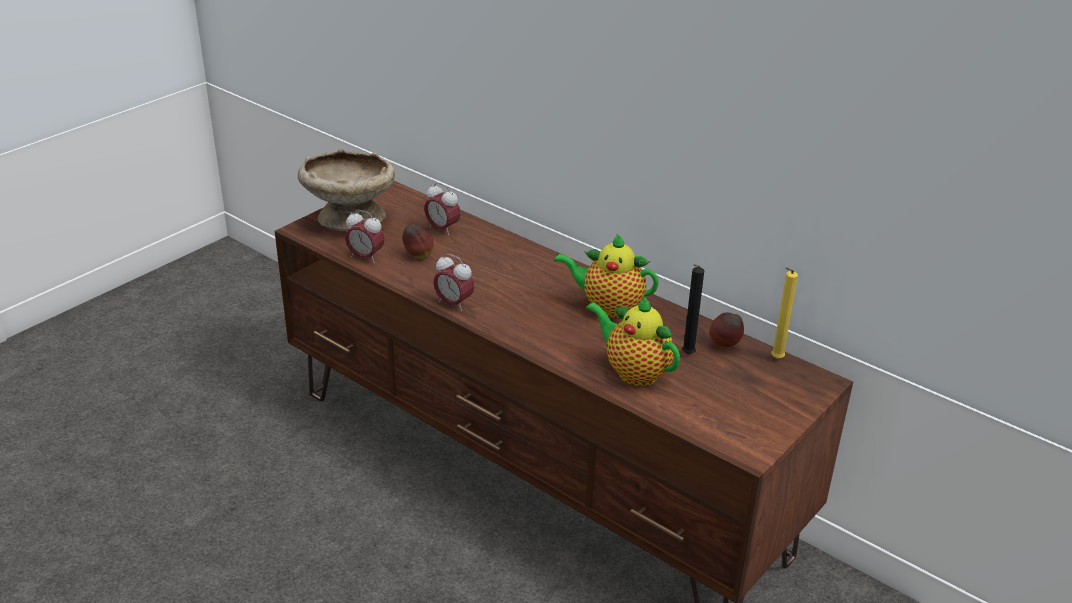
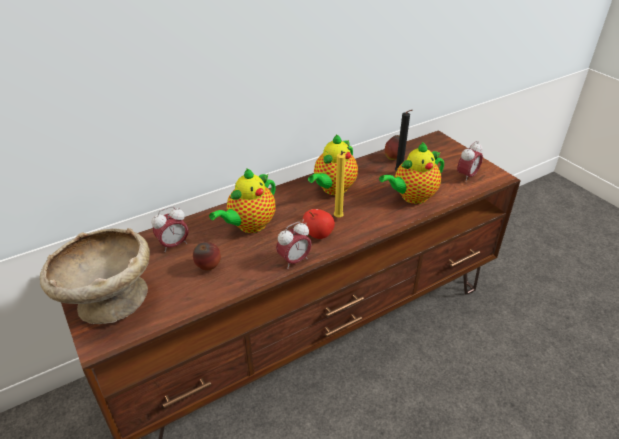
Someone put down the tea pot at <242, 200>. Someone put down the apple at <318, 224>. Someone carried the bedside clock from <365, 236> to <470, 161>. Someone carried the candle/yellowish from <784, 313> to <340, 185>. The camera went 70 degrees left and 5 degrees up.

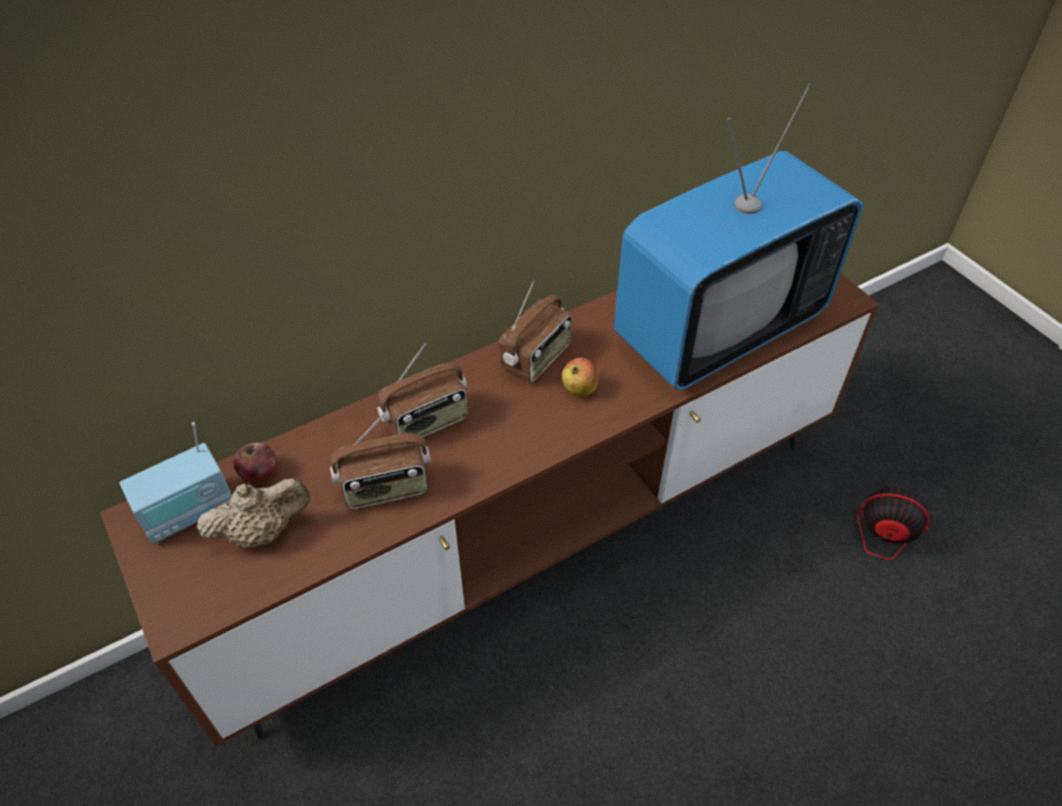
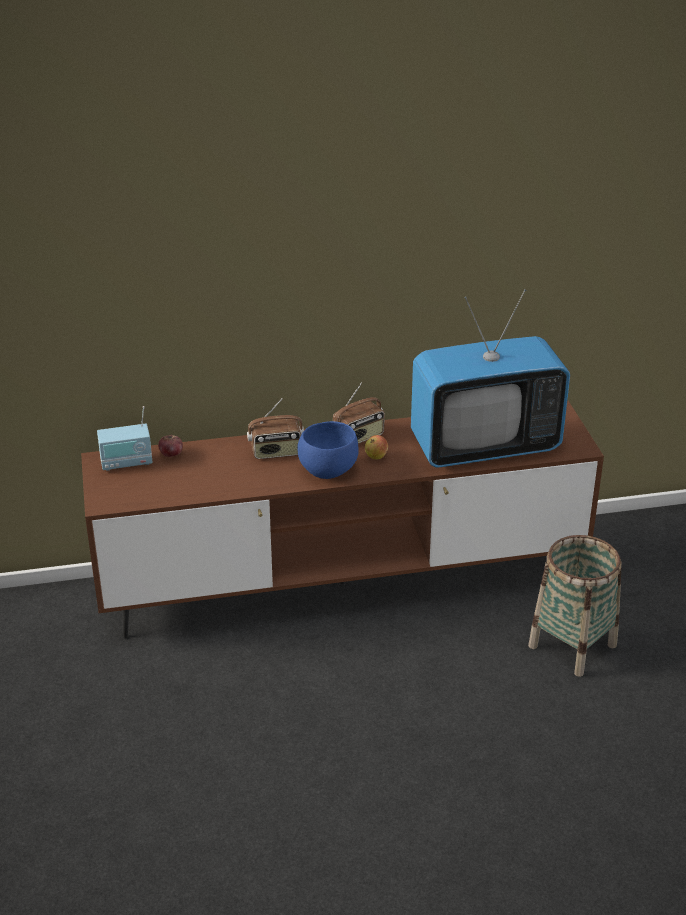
Someone took away the tea pot/sand-coloured at <253, 513>. Someone took away the radio set at <380, 460>. Someone put down the deep dish/blue at <328, 450>. Someone swapped the fan at <855, 568> for the household basket at <575, 606>. The camera went 20 degrees right and 15 degrees down.

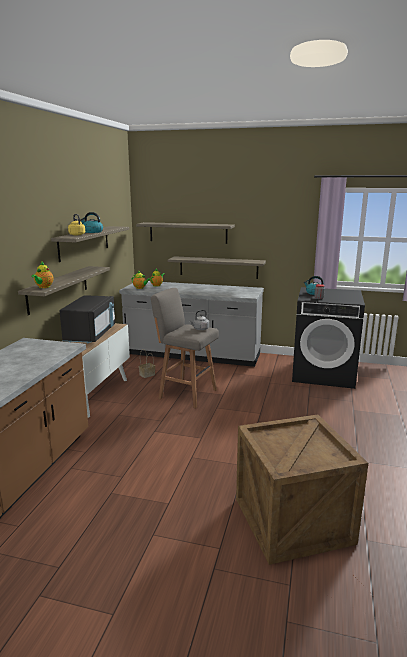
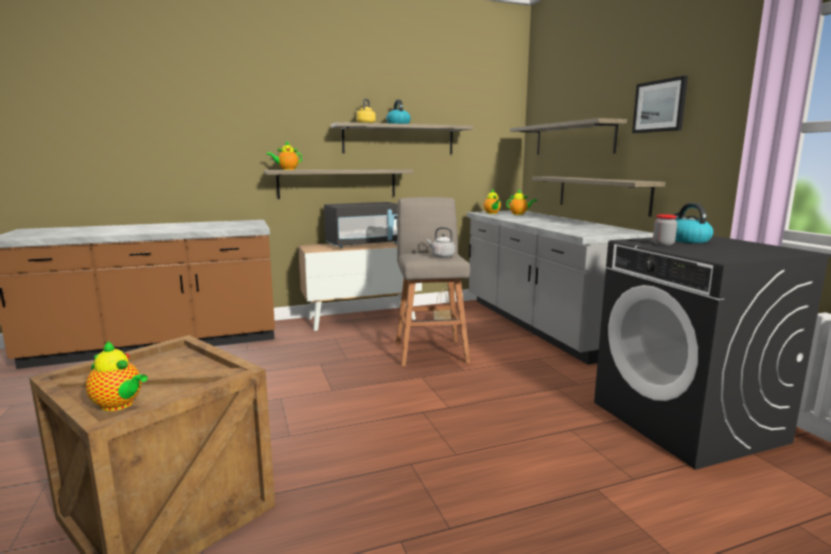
Someone put down the tea pot at <117, 376>. Someone put up the wall picture at <660, 104>. The camera went 55 degrees right and 5 degrees down.

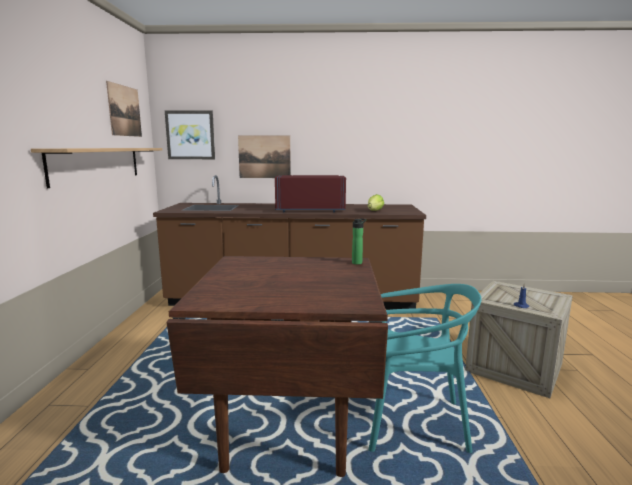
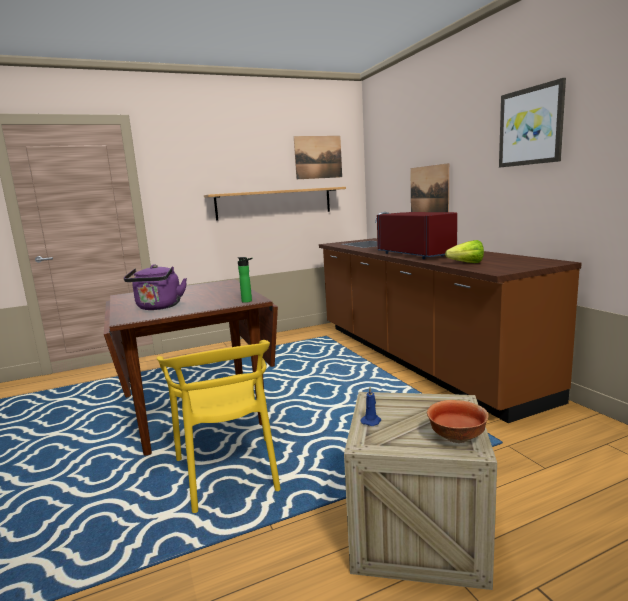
Someone put down the tea kettle/purplish at <155, 287>. Someone put down the deep dish at <458, 421>. Someone carried the wall picture from <190, 134> to <532, 123>. Someone repainted the upright chair/turquoise-coloured at <425, 368>, which became the upright chair/yellowish at <219, 426>. The camera went 65 degrees right and 0 degrees up.

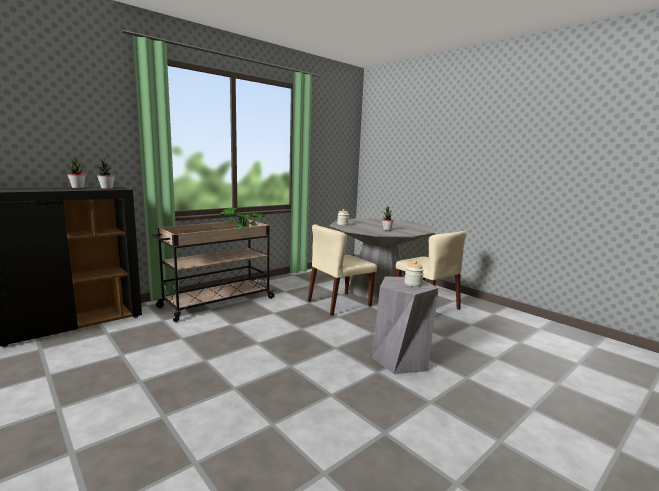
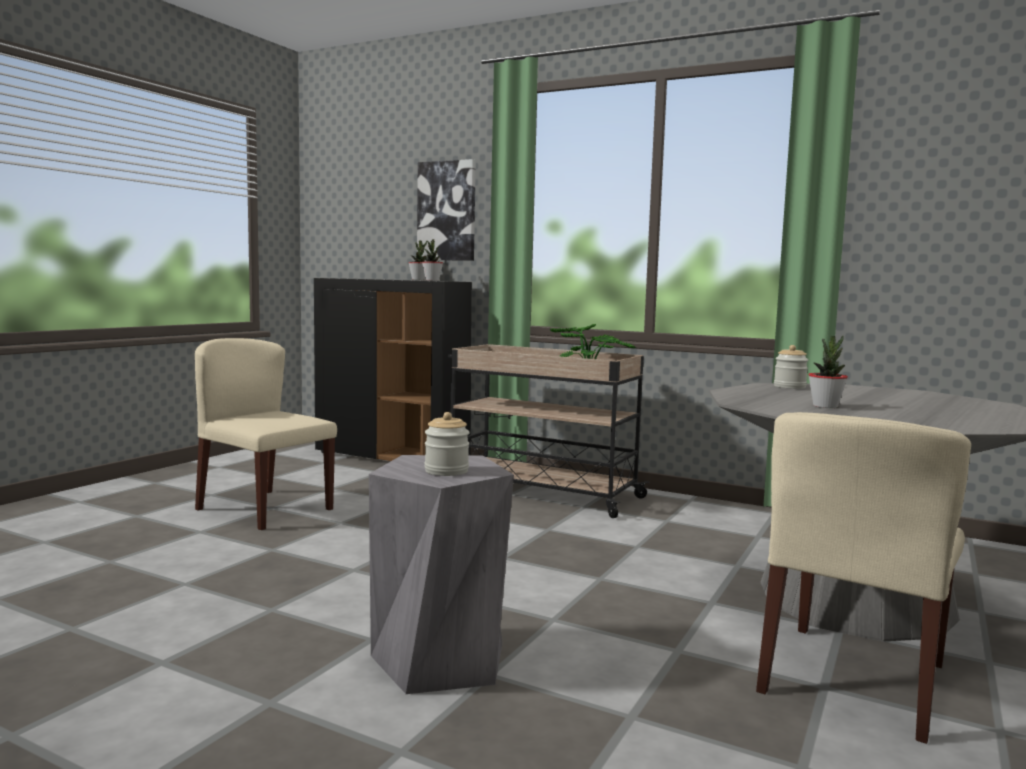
Someone put up the wall picture at <446, 210>. Someone carried the upright chair/sand-coloured from <342, 270> to <266, 434>. The camera went 70 degrees right and 5 degrees down.

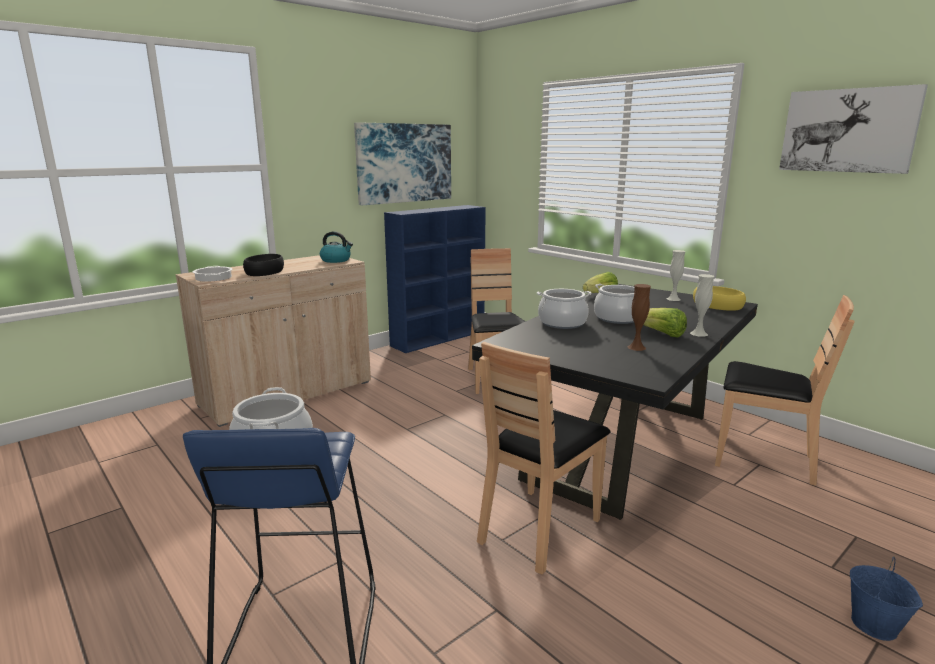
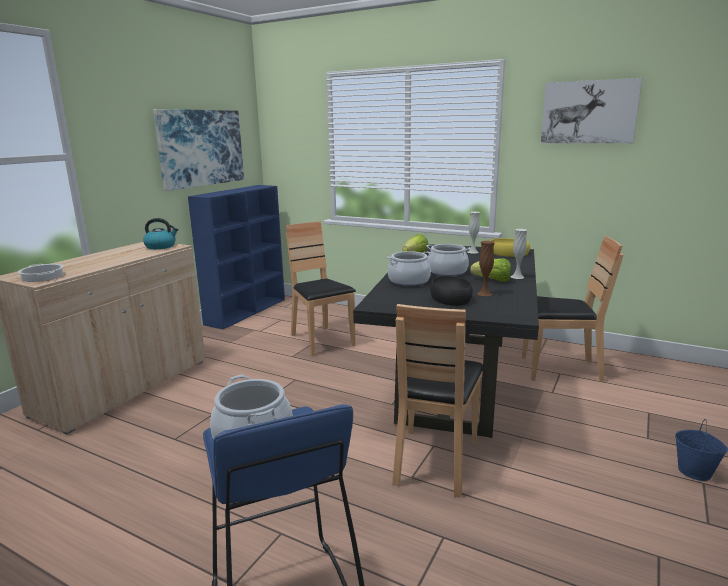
Someone carried the deep dish/black-coloured from <263, 265> to <451, 291>. The camera went 20 degrees left and 0 degrees up.

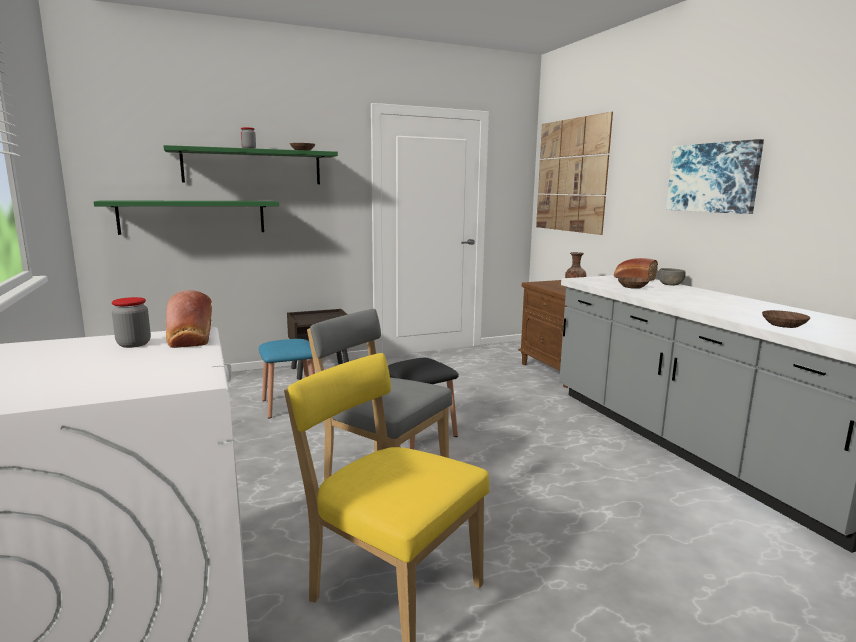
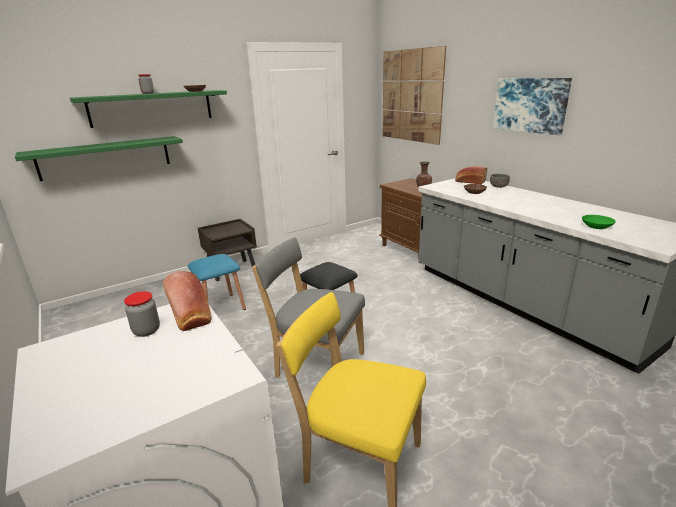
Someone repainted the deep dish/brown at <786, 319>, which became the deep dish/green-coloured at <599, 222>. The camera went 10 degrees left and 10 degrees up.

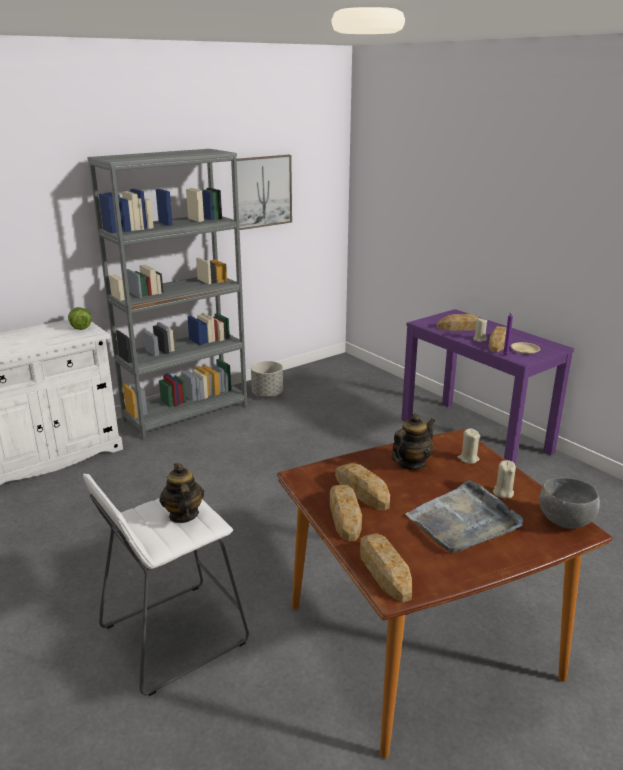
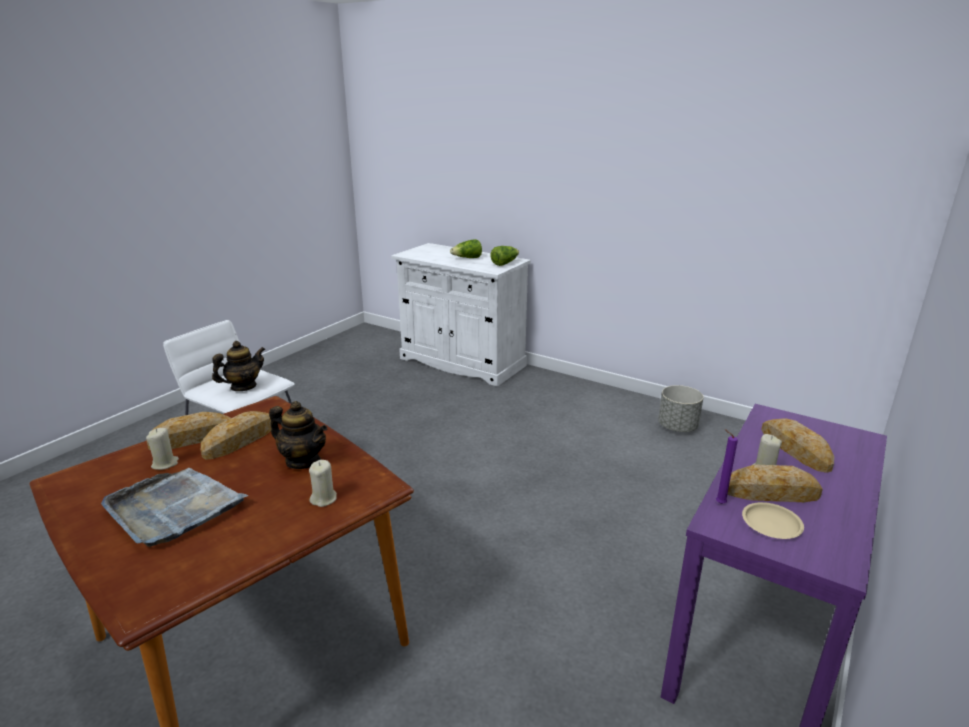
Someone took away the shelving unit/gray at <167, 294>. Someone took away the wall picture at <264, 192>. Someone took away the baked bread at <386, 568>. Someone took away the deep dish/gray at <569, 503>. Someone put down the head of lettuce at <466, 248>. Someone carried the candle/sand-coloured from <504, 479> to <162, 449>. The camera went 70 degrees right and 0 degrees up.

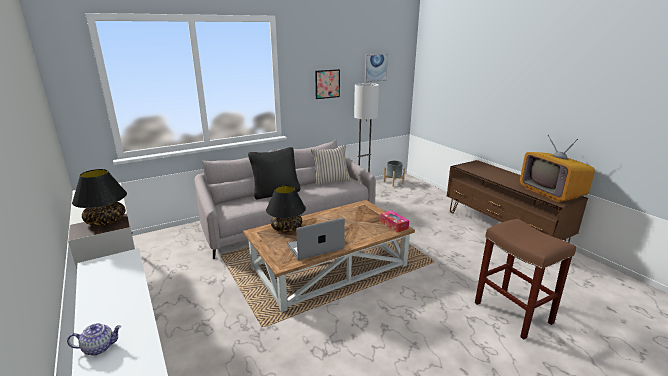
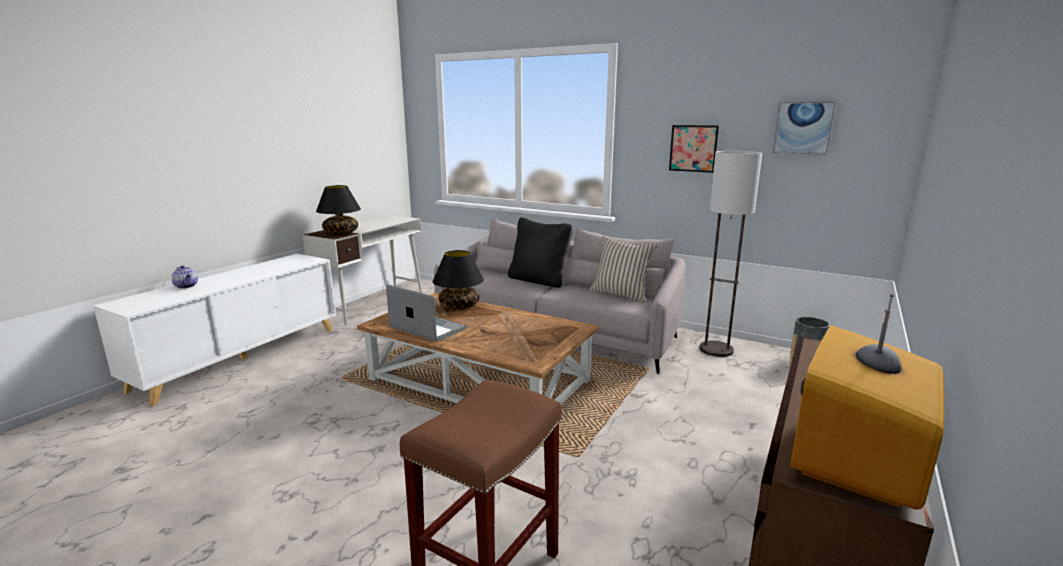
Someone took away the tissue holder at <394, 221>. The camera went 60 degrees right and 5 degrees down.

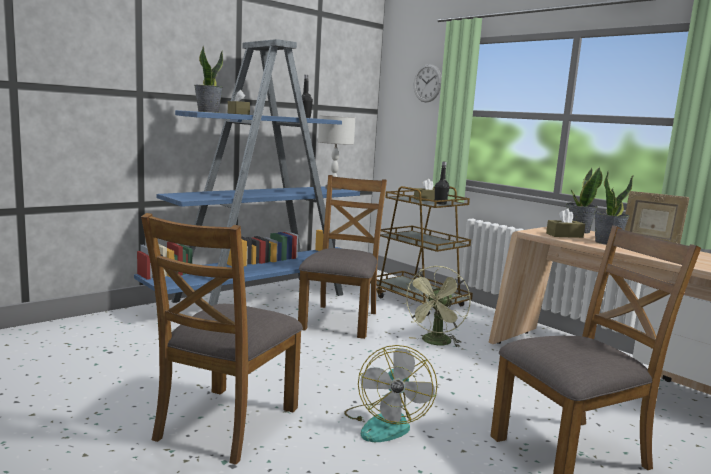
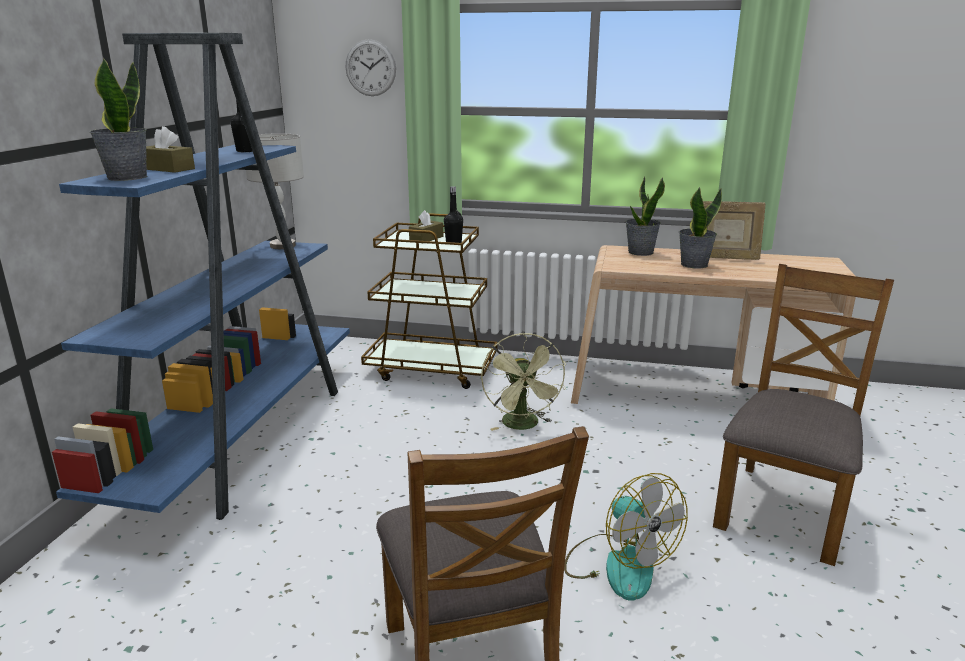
Someone took away the upright chair/brown at <342, 257>. Someone took away the tissue holder/brown at <565, 223>. The camera went 35 degrees left and 10 degrees up.

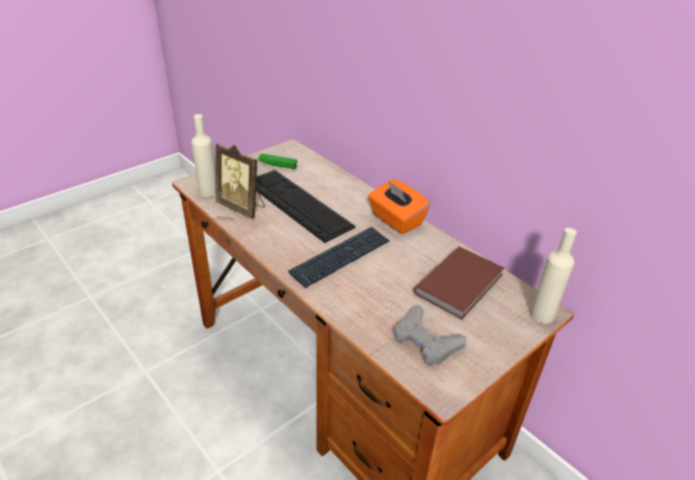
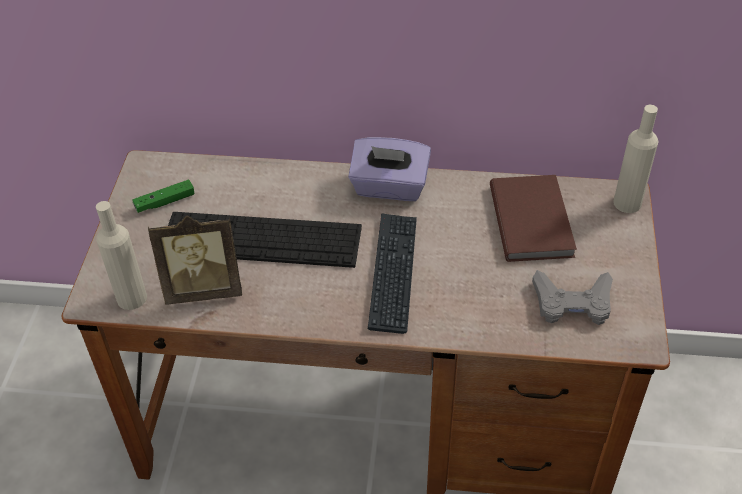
Someone repainted the tissue holder/orangey at <399, 206>, which became the tissue holder/purplish at <389, 169>. The camera went 40 degrees left and 10 degrees up.

